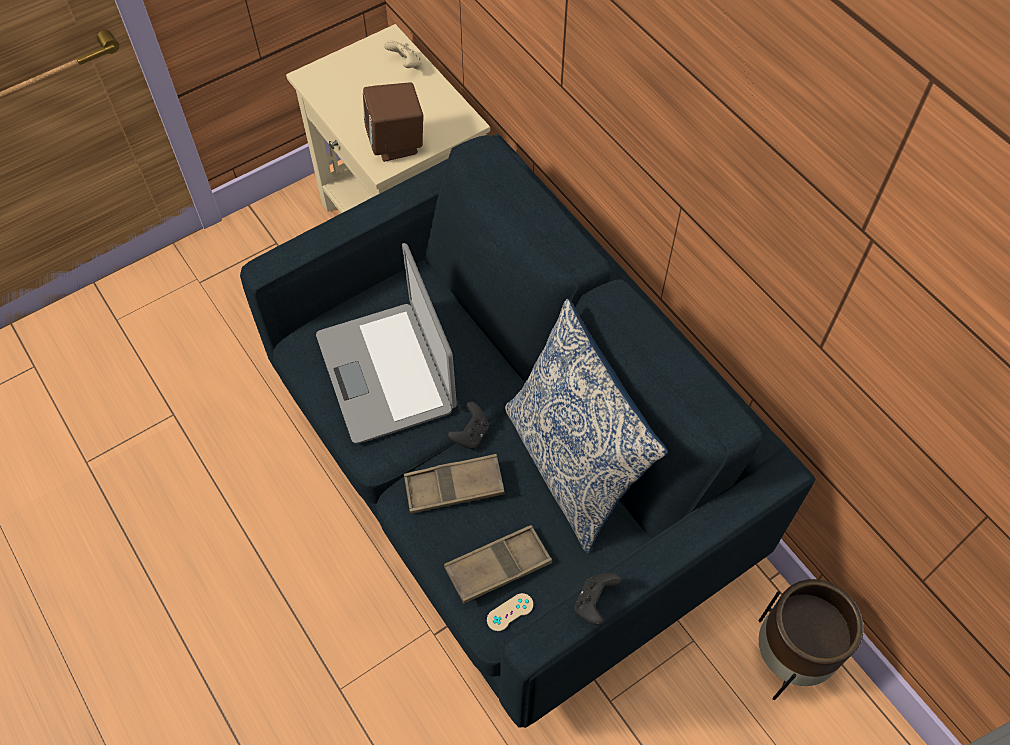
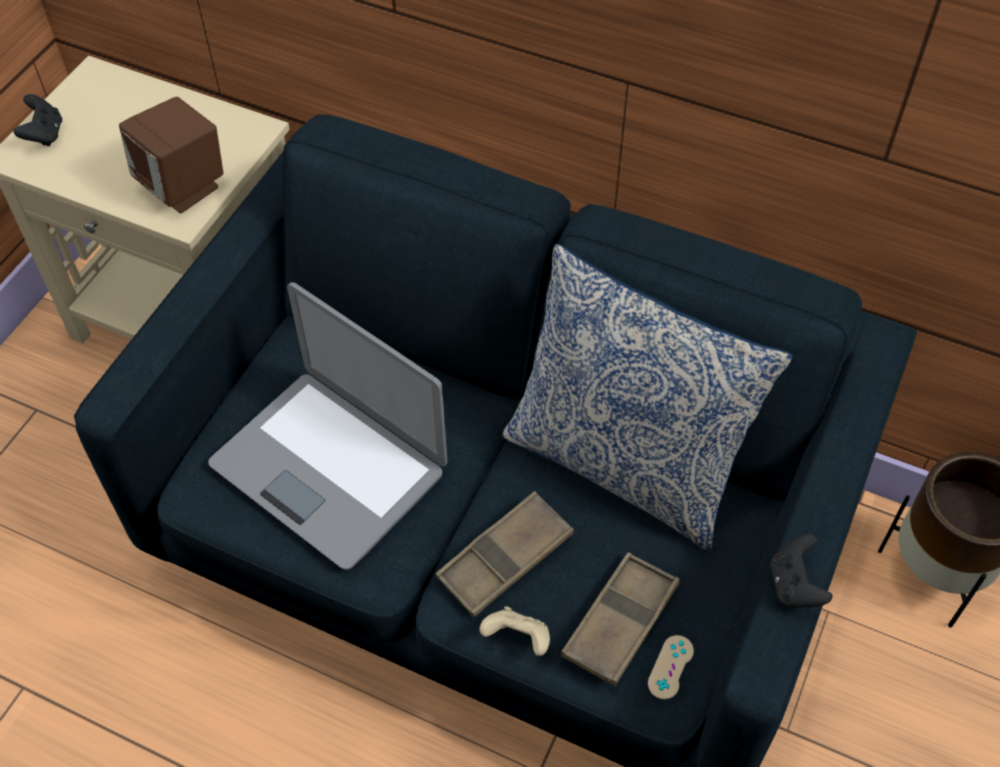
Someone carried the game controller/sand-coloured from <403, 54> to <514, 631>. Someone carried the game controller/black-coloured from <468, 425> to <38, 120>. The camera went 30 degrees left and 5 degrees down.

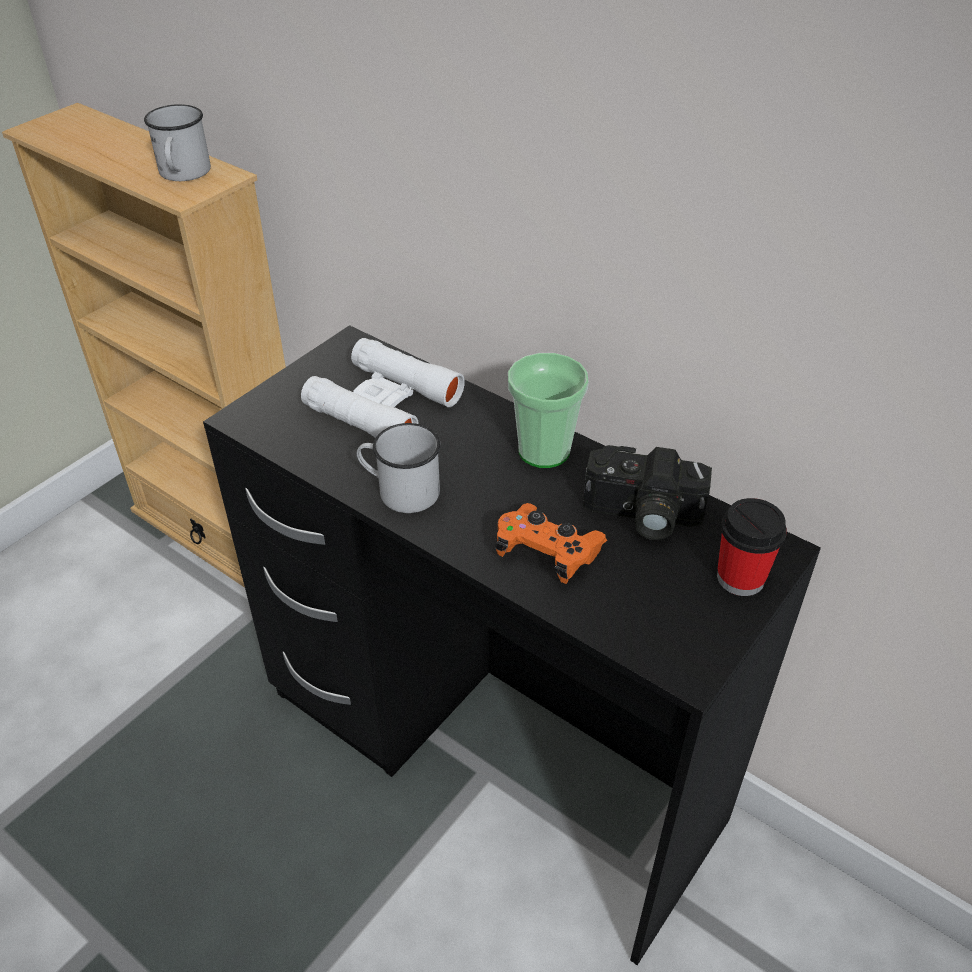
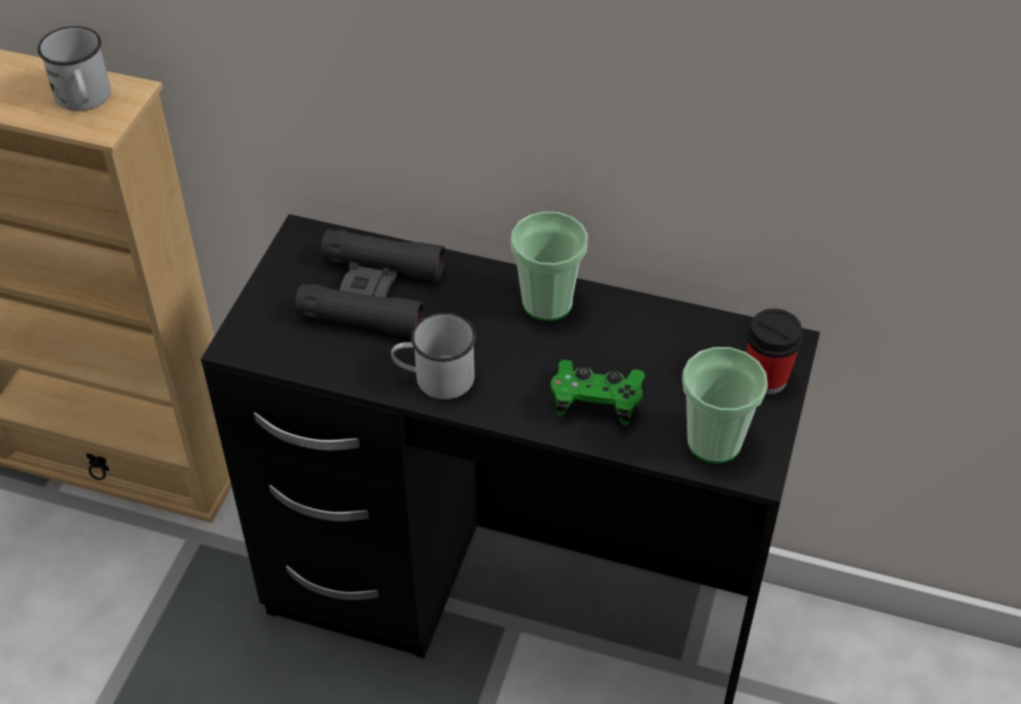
Someone took away the photo camera at <647, 492>. Someone put down the small cup at <725, 405>. Someone repainted the binoculars/white at <383, 388>, which became the binoculars/black-coloured at <370, 283>. Someone repainted the game controller/orangey at <551, 543>, which became the game controller/green-coloured at <598, 392>. The camera went 20 degrees left and 5 degrees up.

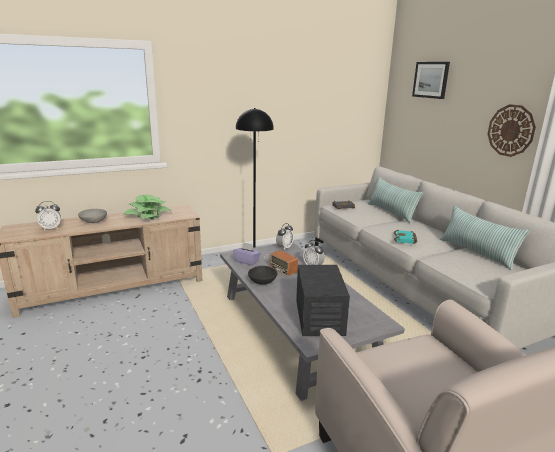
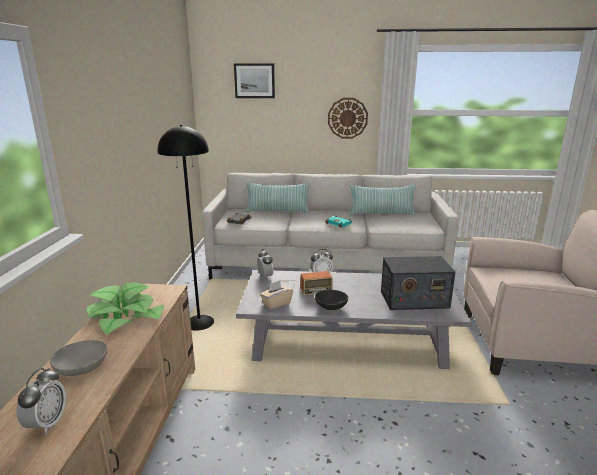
Someone repainted the tissue holder/purplish at <247, 254>, which became the tissue holder/sand-coloured at <276, 295>. Someone rotated the radio set at <323, 300> by 150 degrees clockwise. The camera went 60 degrees left and 0 degrees up.

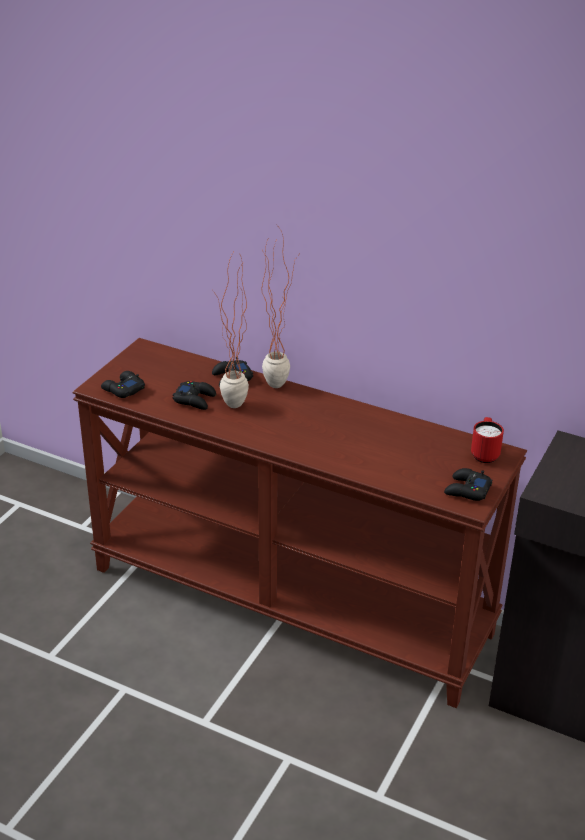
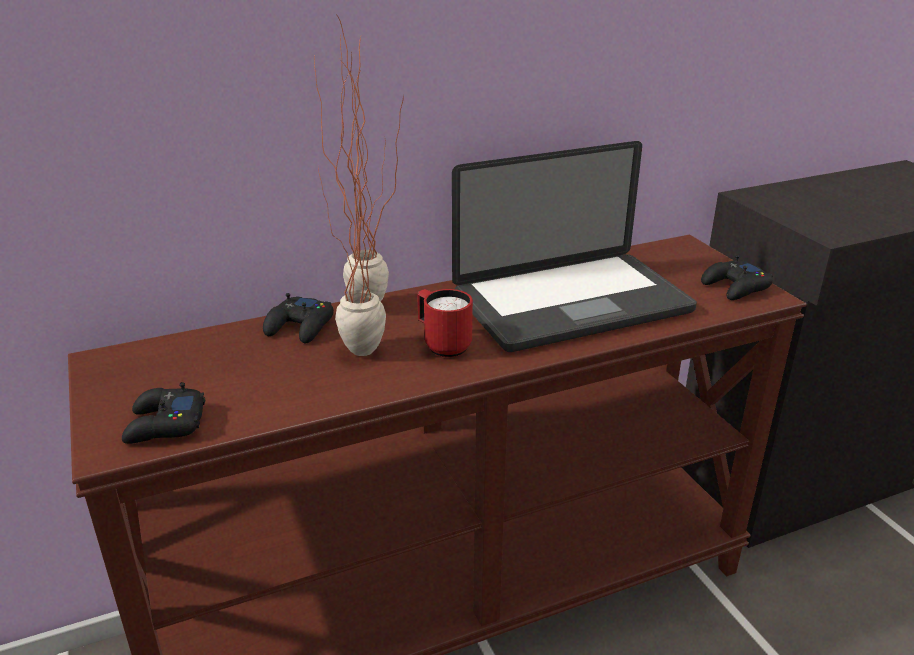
Someone took away the game controller/black-coloured at <194, 395>. Someone put down the laptop at <574, 246>. Someone carried the tea mug/red from <487, 440> to <445, 323>. The camera went 50 degrees left and 5 degrees down.

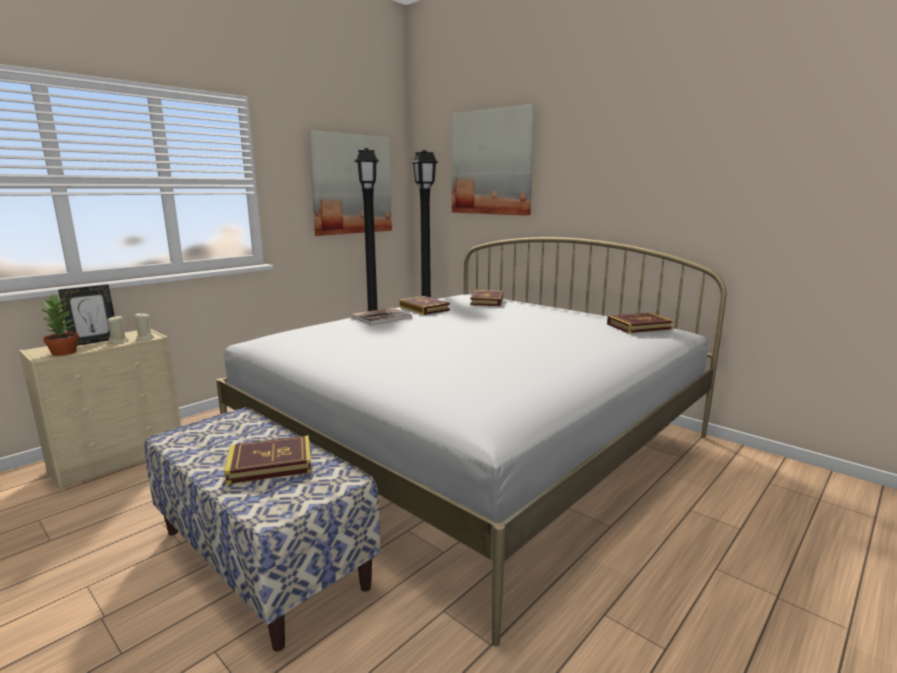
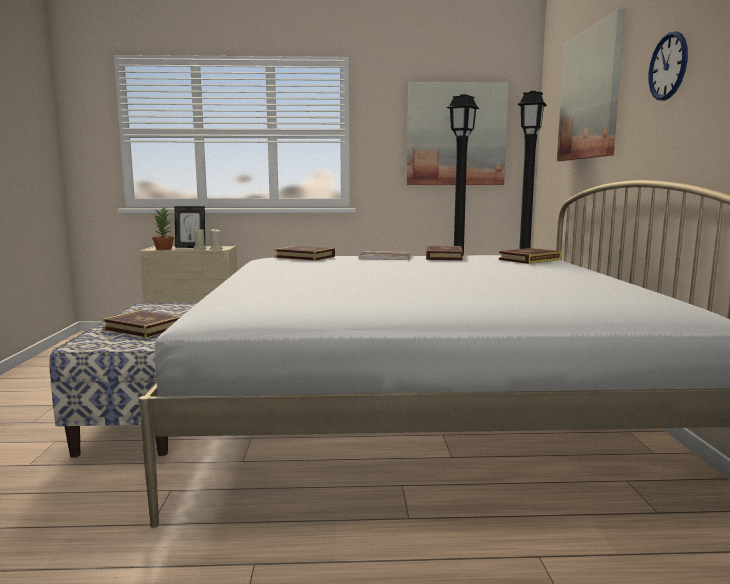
Someone put up the clock on the wall at <668, 65>. Someone carried the bound book from <640, 323> to <304, 253>. The camera went 45 degrees right and 5 degrees down.

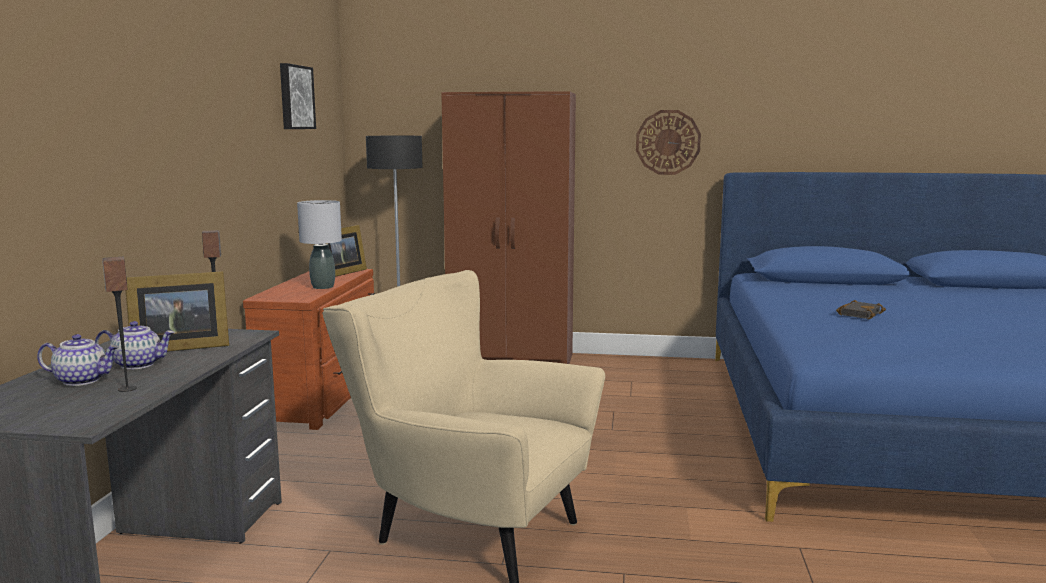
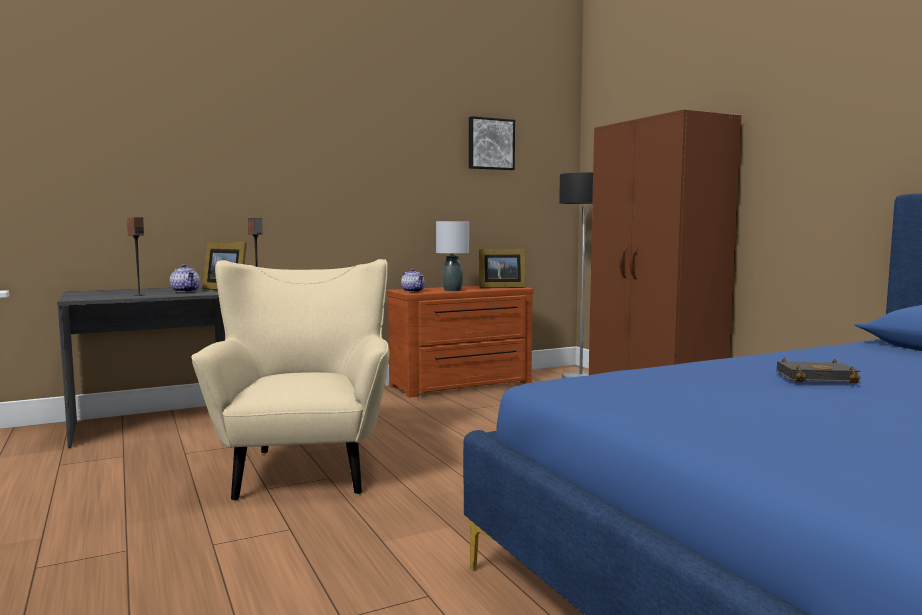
Someone took away the clock on the wall at <668, 142>. Someone carried the tea pot from <78, 360> to <413, 280>. The camera went 55 degrees right and 5 degrees down.

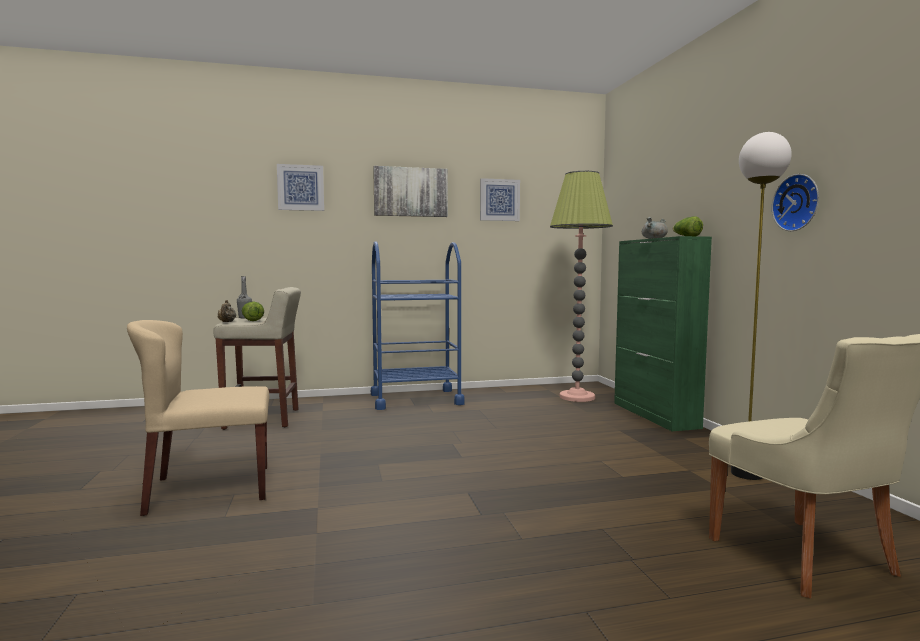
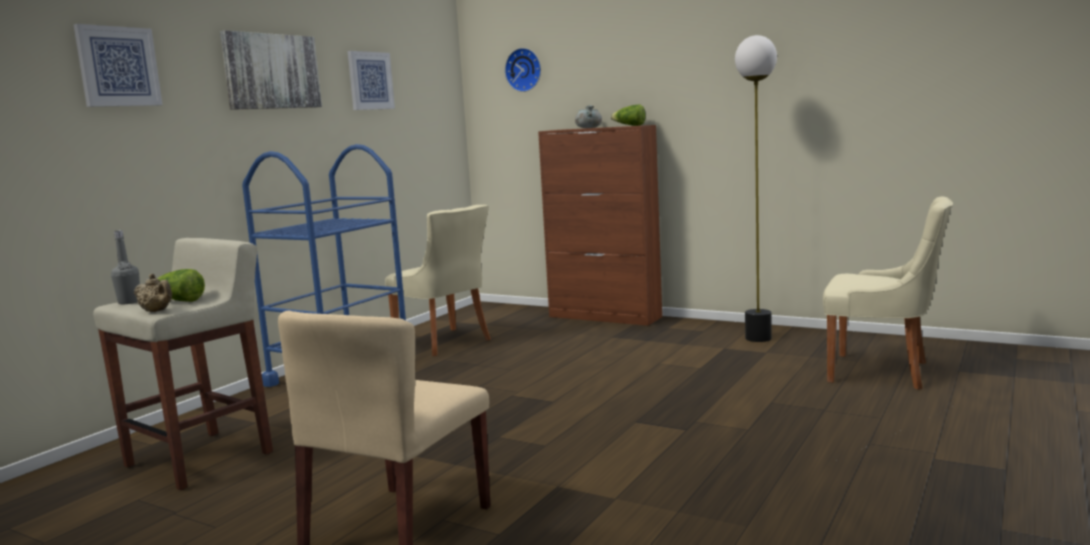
Someone took away the standard lamp at <581, 286>. Someone put down the upright chair/sand-coloured at <438, 280>. Someone carried the clock on the wall from <795, 202> to <523, 70>. Someone repainted the cabinet/green-coloured at <663, 333>, which became the cabinet/brown at <600, 225>. The camera went 45 degrees left and 5 degrees up.

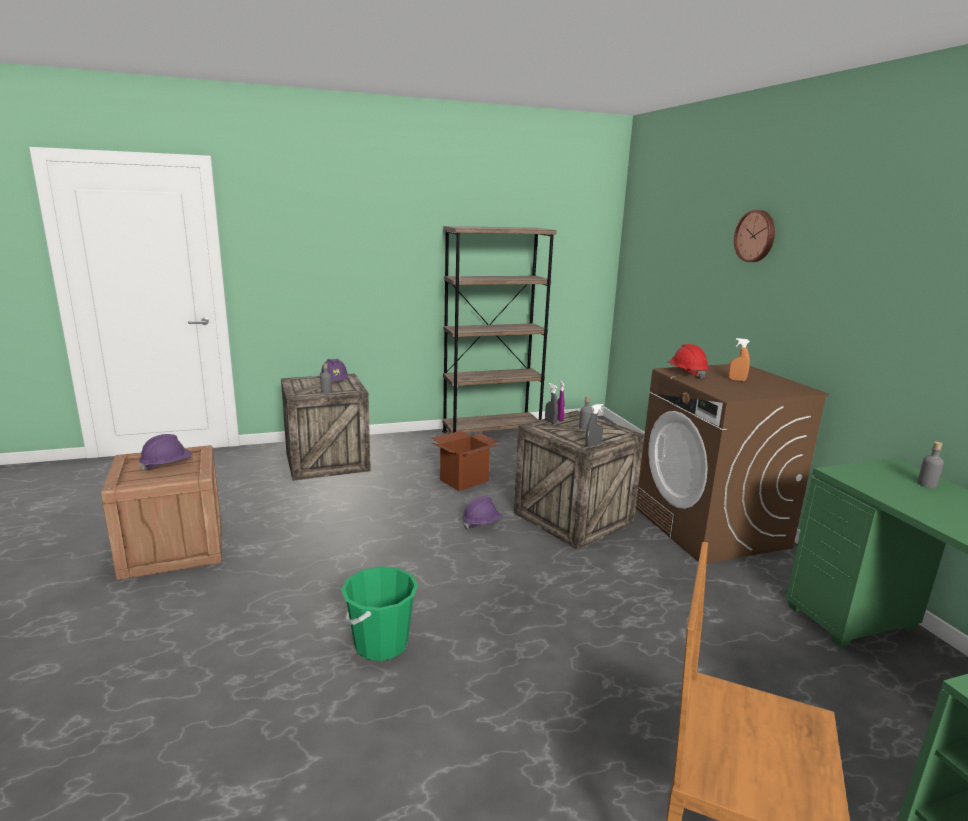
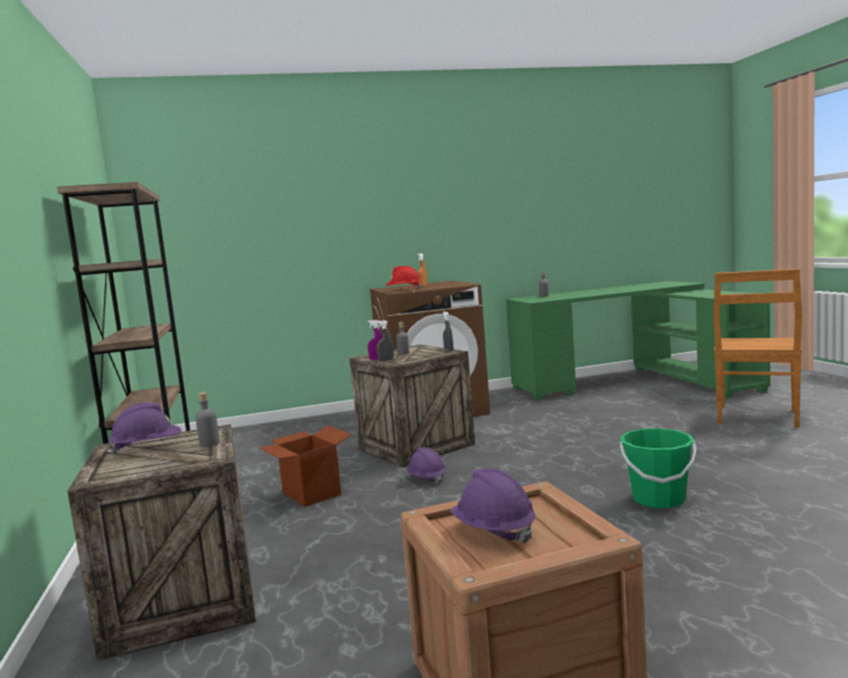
Someone took away the clock on the wall at <754, 236>. The camera went 85 degrees left and 10 degrees down.

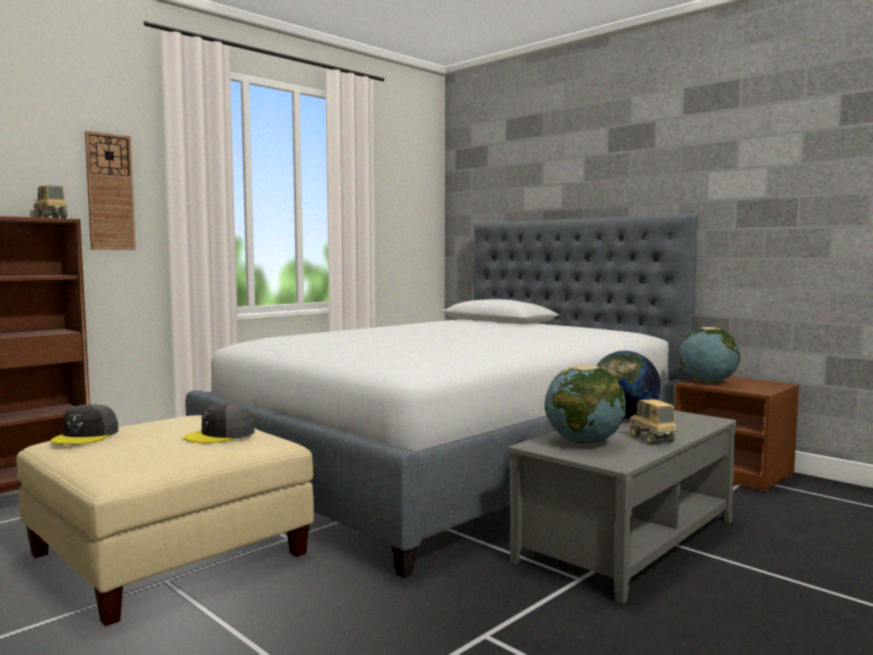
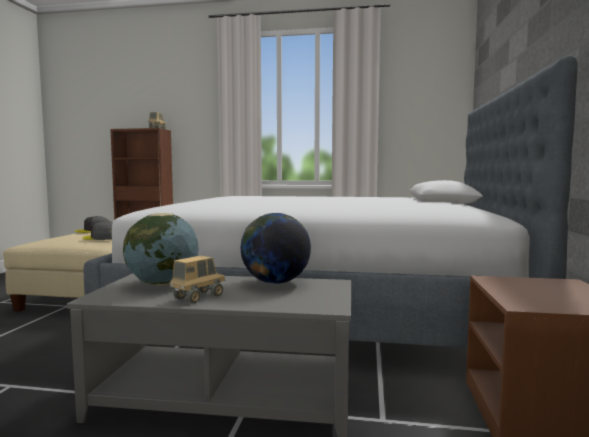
Someone took away the clock on the wall at <110, 190>. Someone took away the desk globe at <709, 355>. The camera went 55 degrees right and 0 degrees up.

